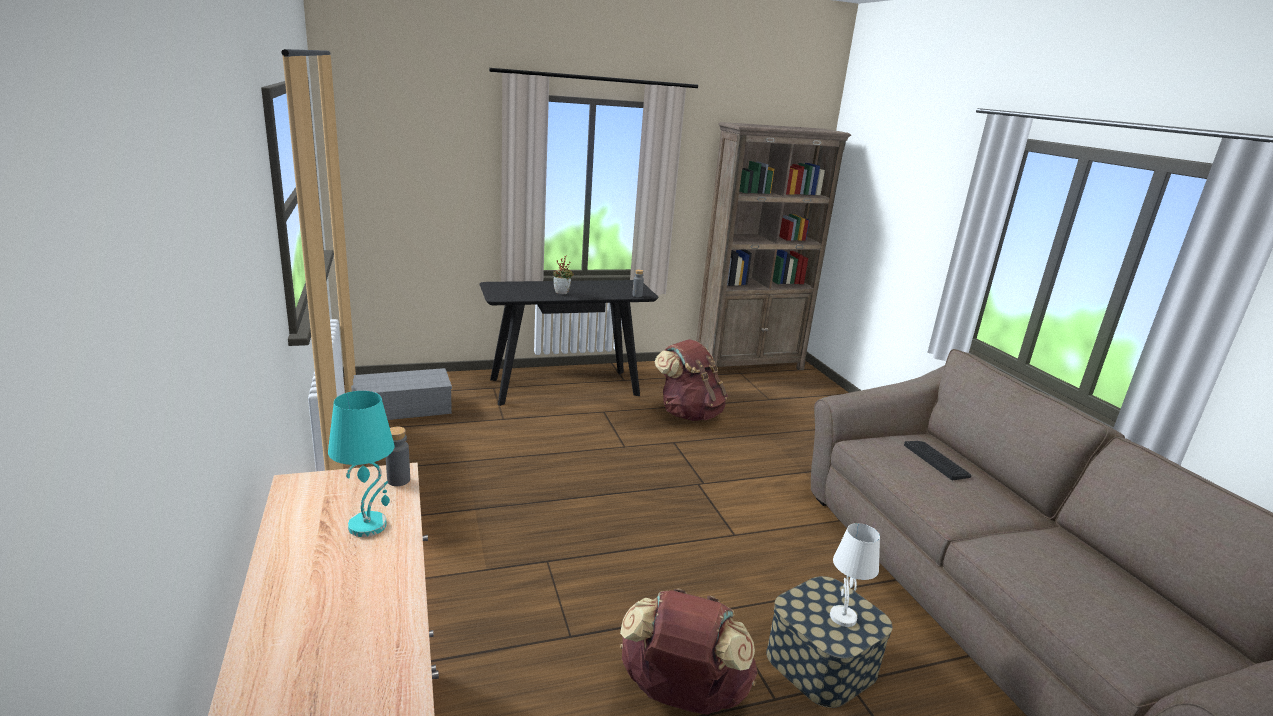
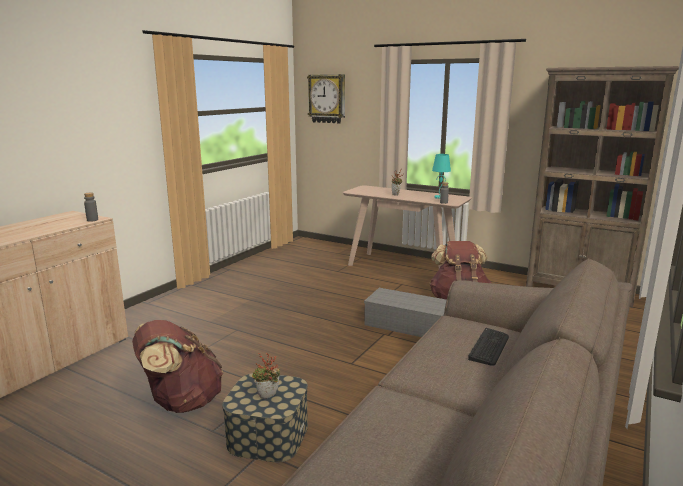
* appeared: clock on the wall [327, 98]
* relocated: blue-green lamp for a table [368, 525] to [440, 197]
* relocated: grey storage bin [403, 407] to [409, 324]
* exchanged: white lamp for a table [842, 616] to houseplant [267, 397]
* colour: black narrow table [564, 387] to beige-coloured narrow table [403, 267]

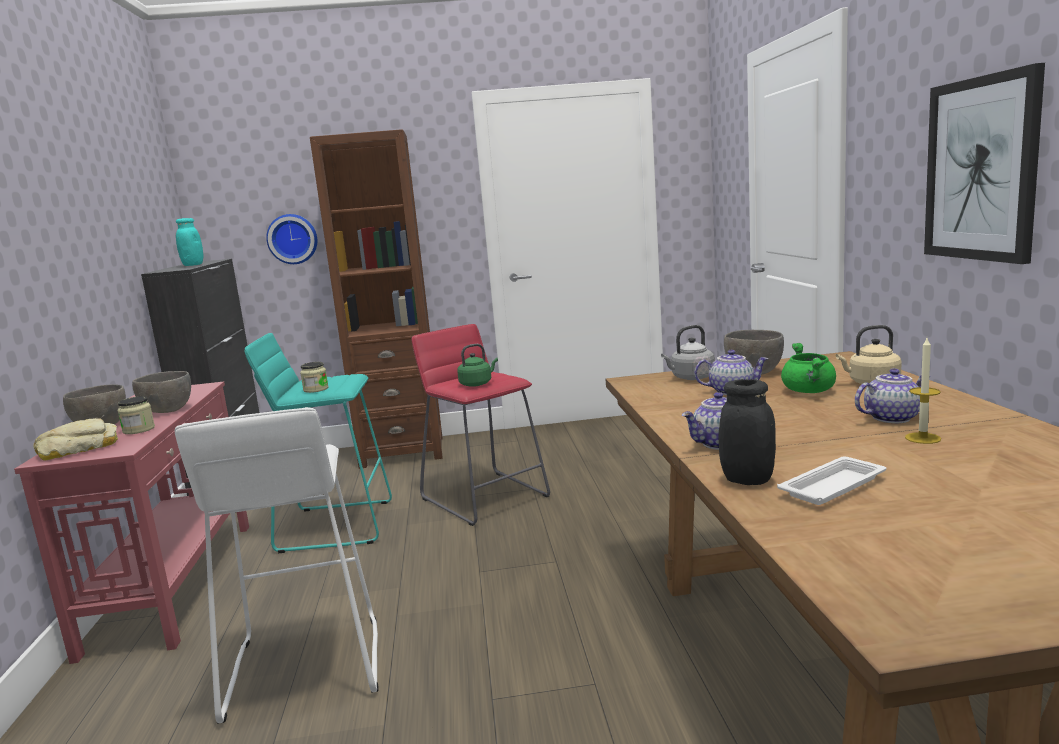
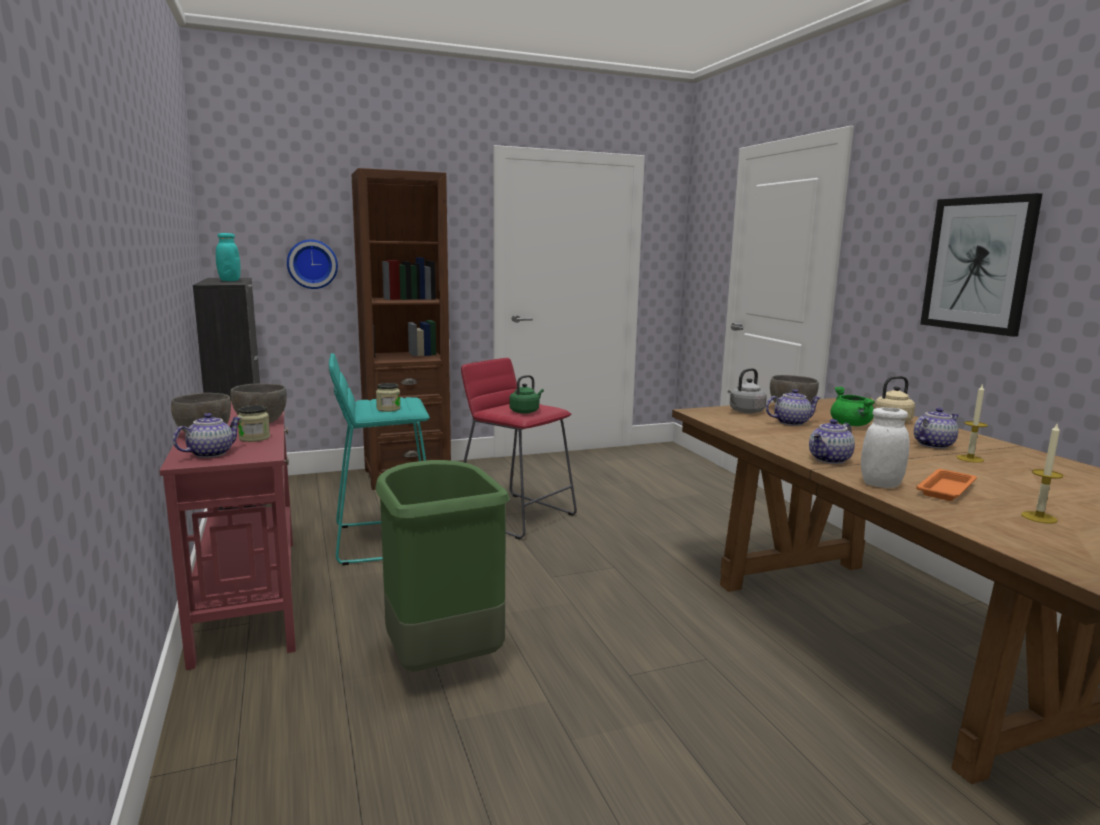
* appeared: candle [1039, 517]
* exchanged: bakery bread [79, 449] to teapot [210, 453]
* exchanged: white stool seat [304, 667] to green-coloured trash can [440, 660]
* colour: black preserve jar [747, 480] to white preserve jar [880, 484]
* colour: white tray [834, 486] to orange tray [946, 489]

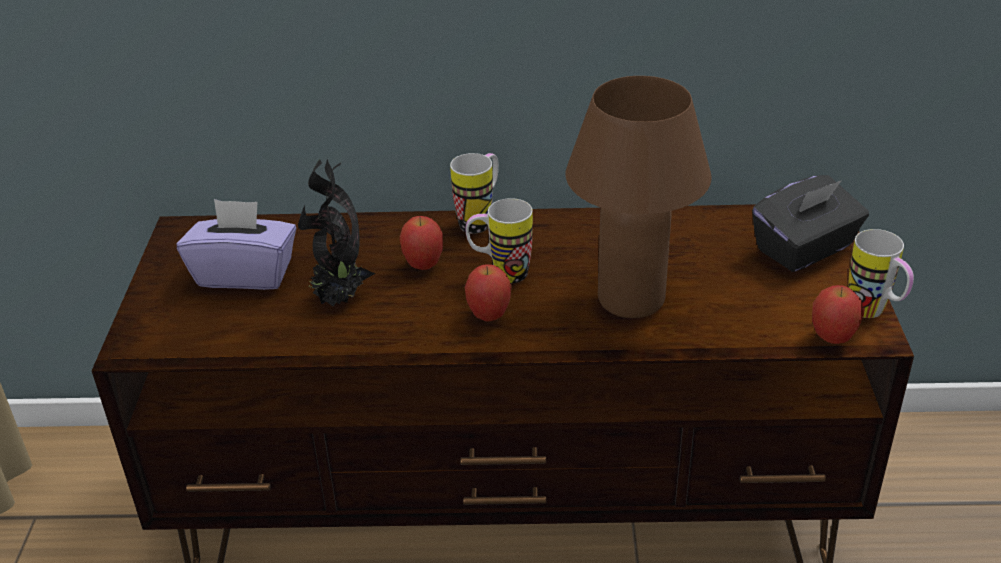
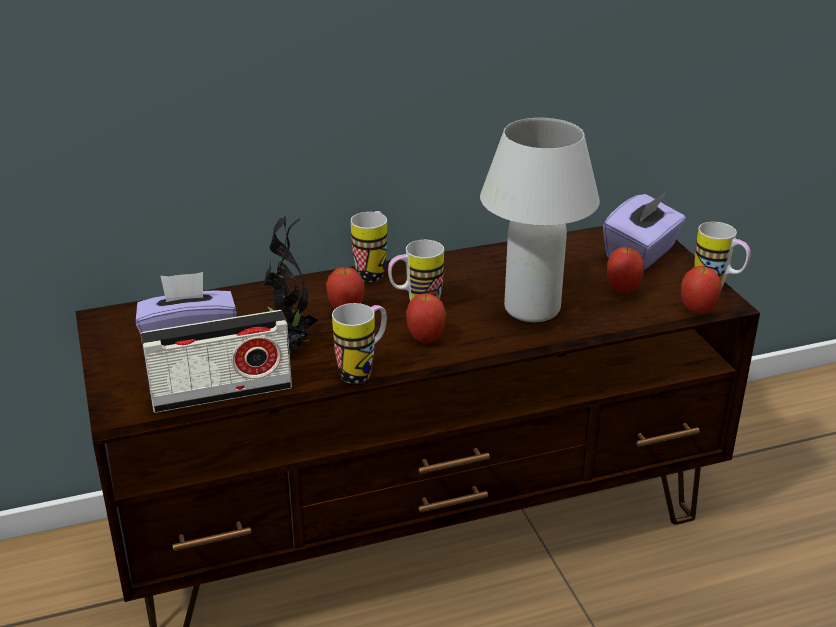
* appeared: radio receiver [222, 393]
* appeared: tea mug [363, 371]
* appeared: apple fruit [622, 290]
* colour: brown-coloured lamp for a table [631, 300] to white lamp for a table [532, 309]
* colour: black tissue box [805, 249] to purple tissue box [641, 254]

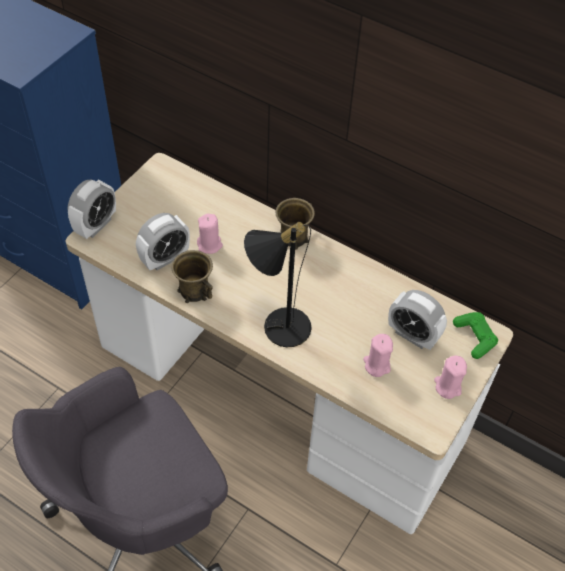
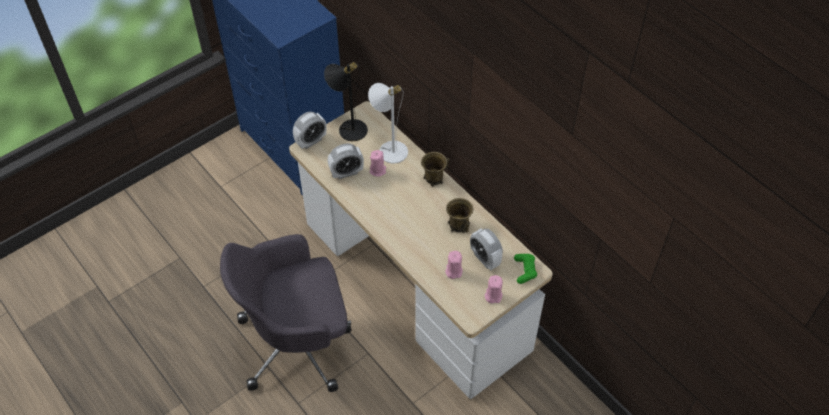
* appeared: white lamp for a table [389, 148]
* relocated: brown-coloured tea mug [194, 290] to [459, 224]
* relocated: black lamp for a table [278, 324] to [348, 127]

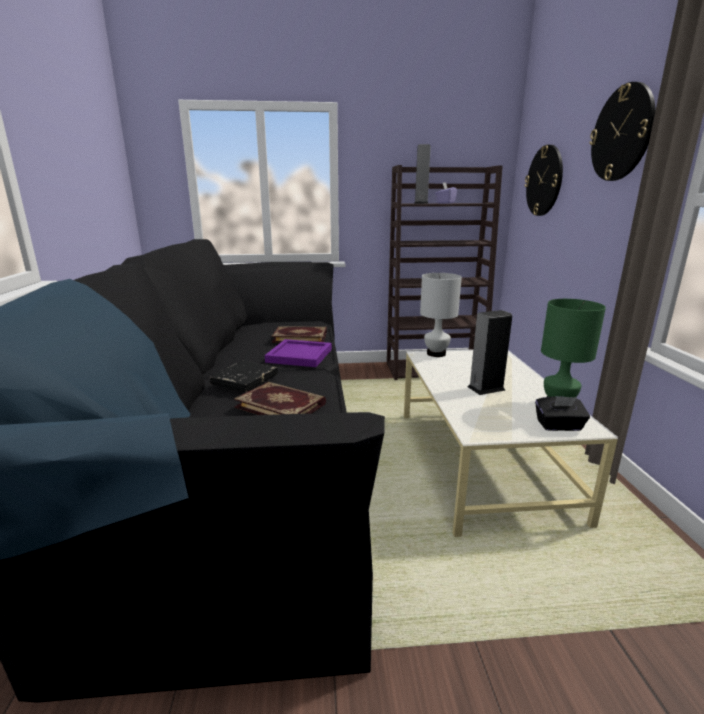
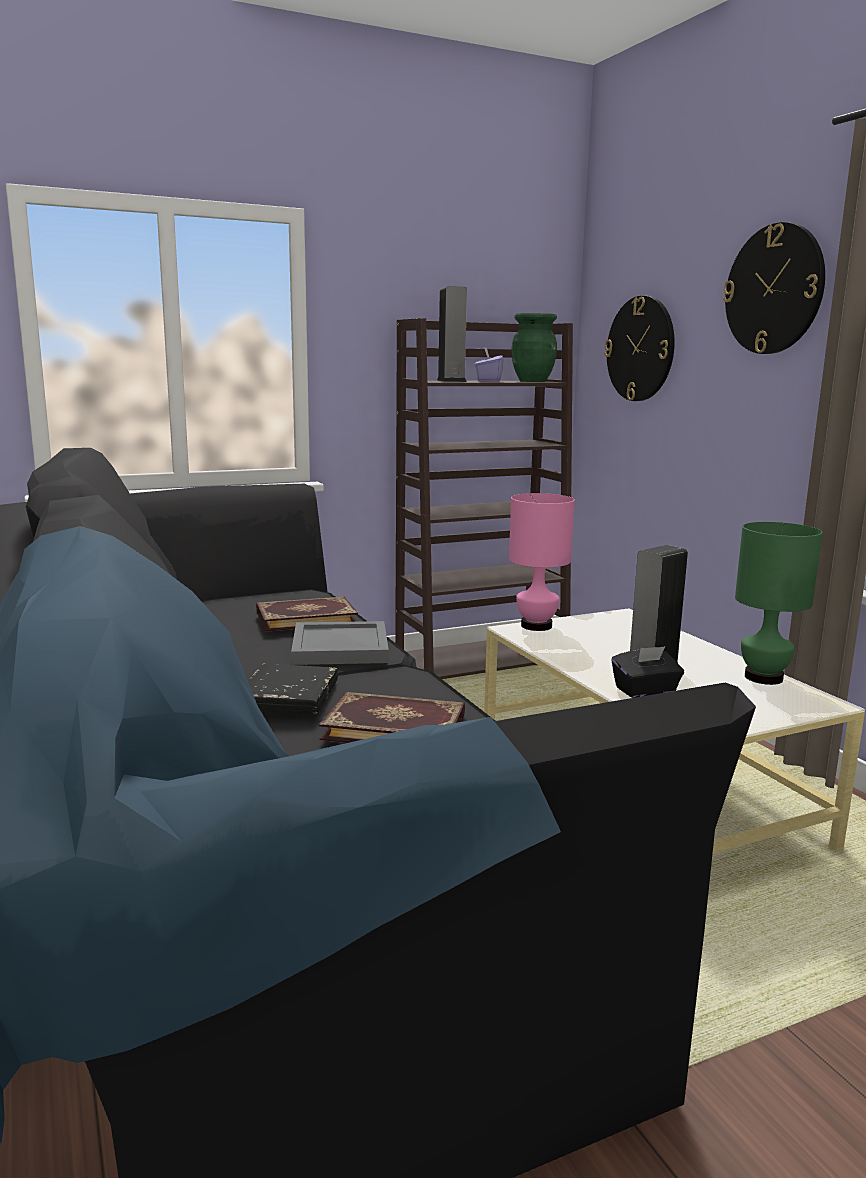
* appeared: green-coloured flower vase [533, 381]
* relocated: black tissue box [559, 426] to [645, 691]
* colour: purple tray [300, 356] to grey tray [341, 648]
* colour: white lamp for a table [436, 354] to pink lamp for a table [536, 626]

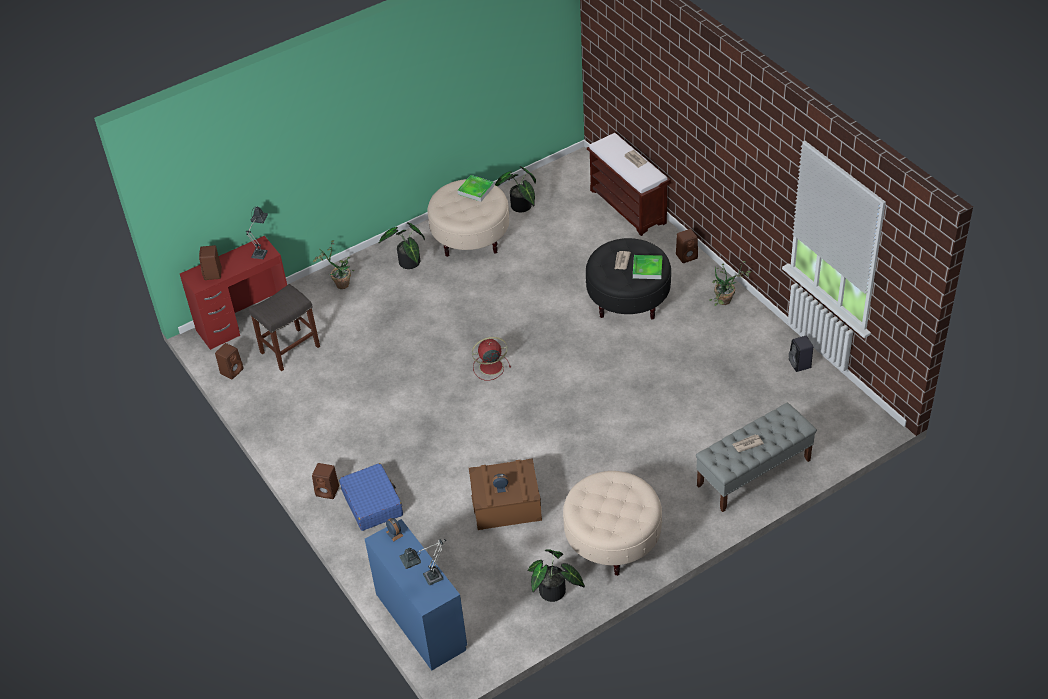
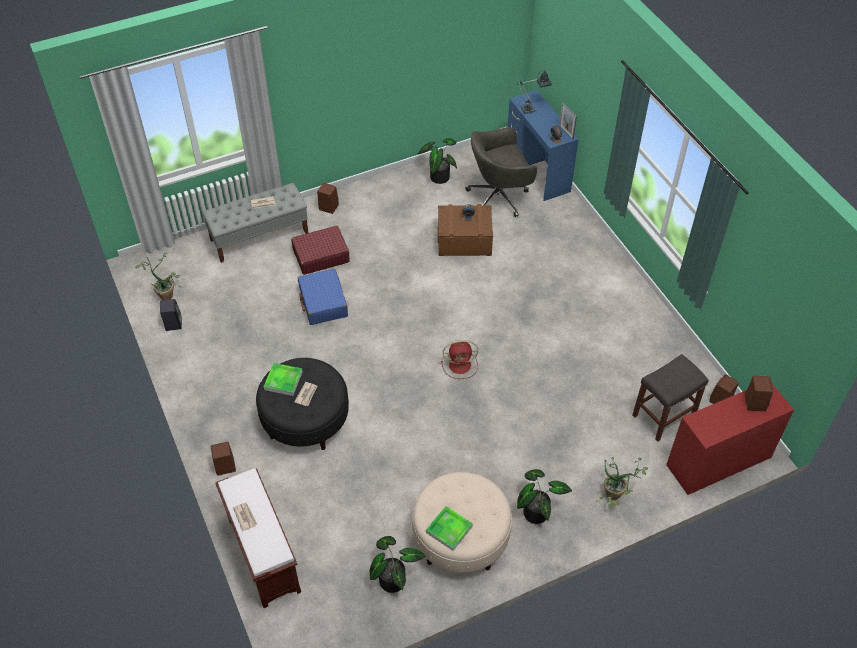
* missing: lamp for a table [261, 252]
* missing: beige-coloured ottoman [612, 540]
* appeared: reddish piece of luggage [320, 256]
* appeared: grey office chair [499, 197]
* appeared: standing frame [566, 132]
* relocated: brown-coloured loudspeaker [328, 491] to [328, 207]
* relocated: blue piece of luggage [372, 503] to [323, 303]
* relocated: houseplant [725, 303] to [166, 293]

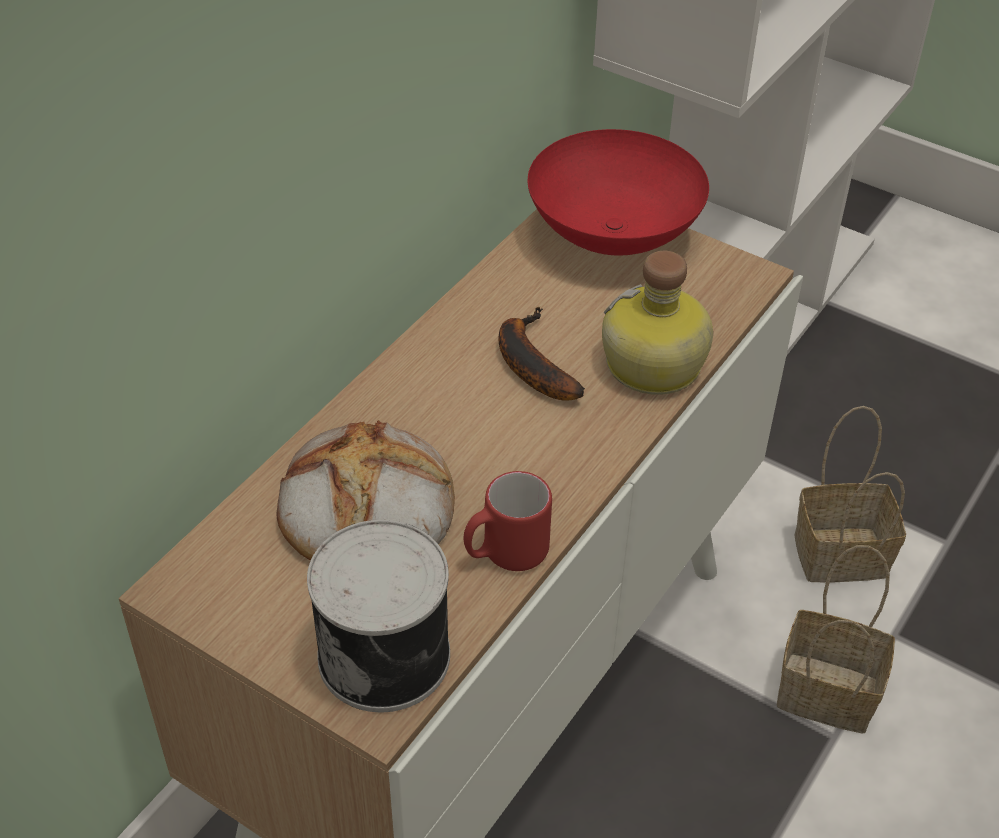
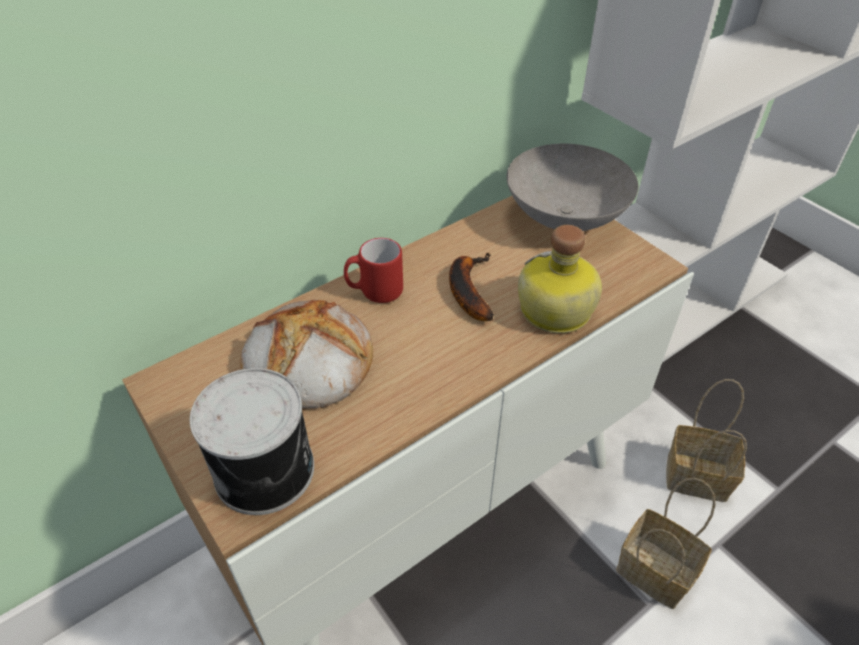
* relocated: reddish tea mug [505, 554] to [374, 292]
* colour: reddish deep dish [616, 236] to grey deep dish [567, 219]

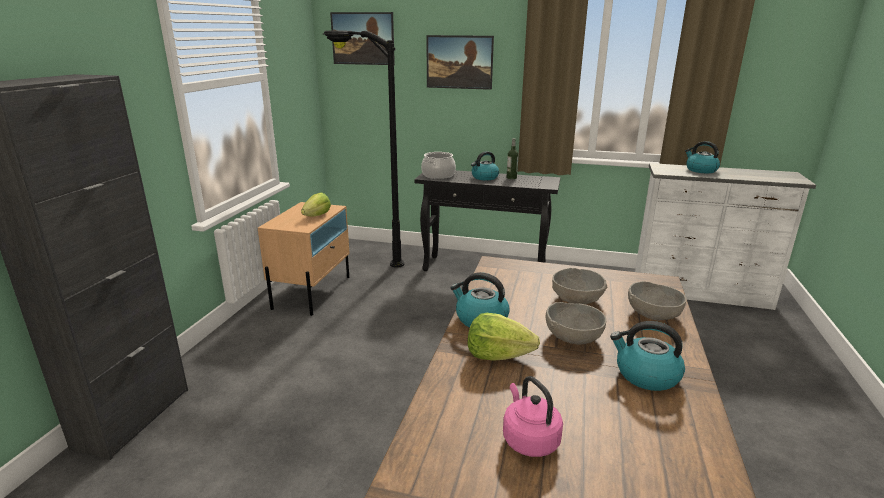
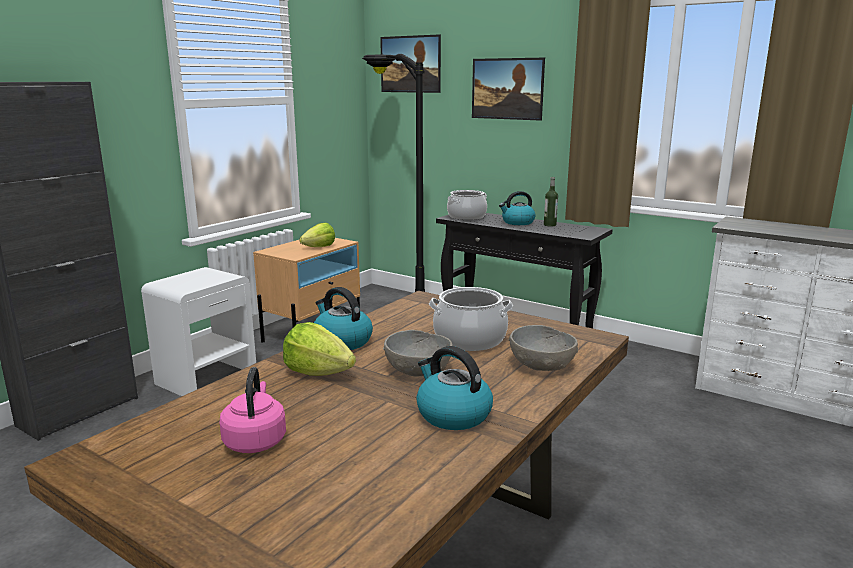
* missing: tea kettle [700, 170]
* appeared: white bedside table [207, 377]
* exchanged: grey deep dish [576, 299] to saucepot [469, 340]

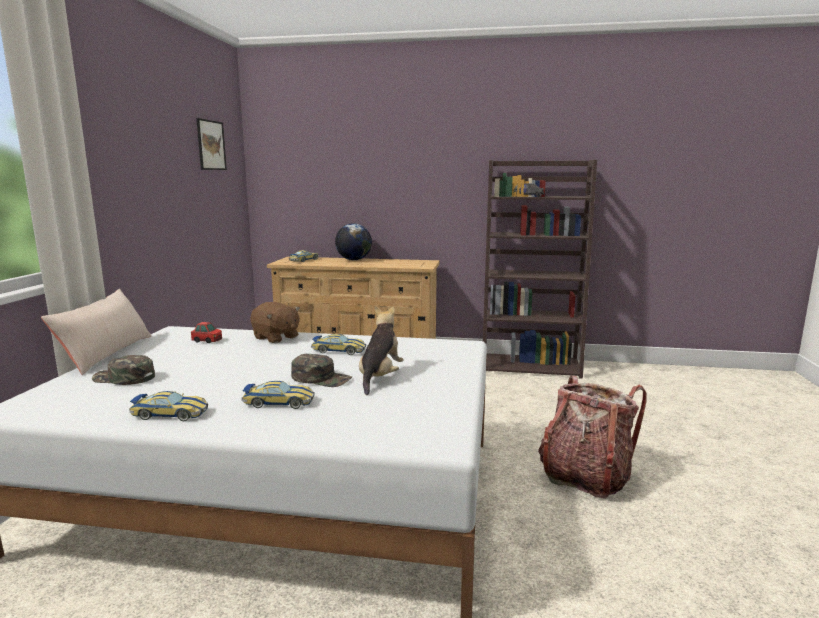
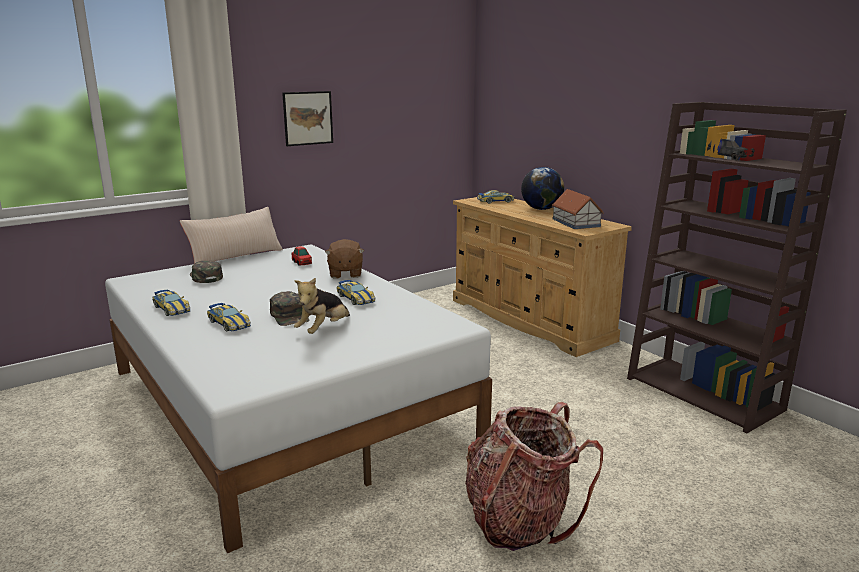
* appeared: model house [576, 223]
* relocated: wall art [211, 145] to [308, 118]
* spun: plush toy [380, 377] = [323, 330] 150 degrees clockwise

